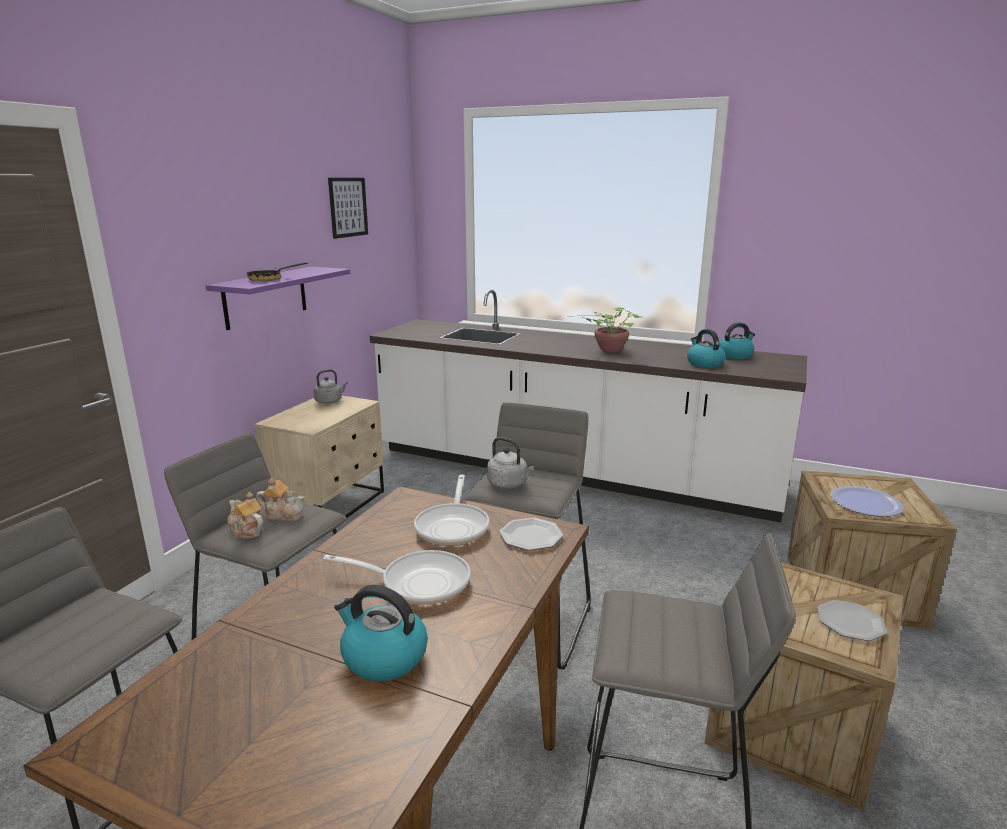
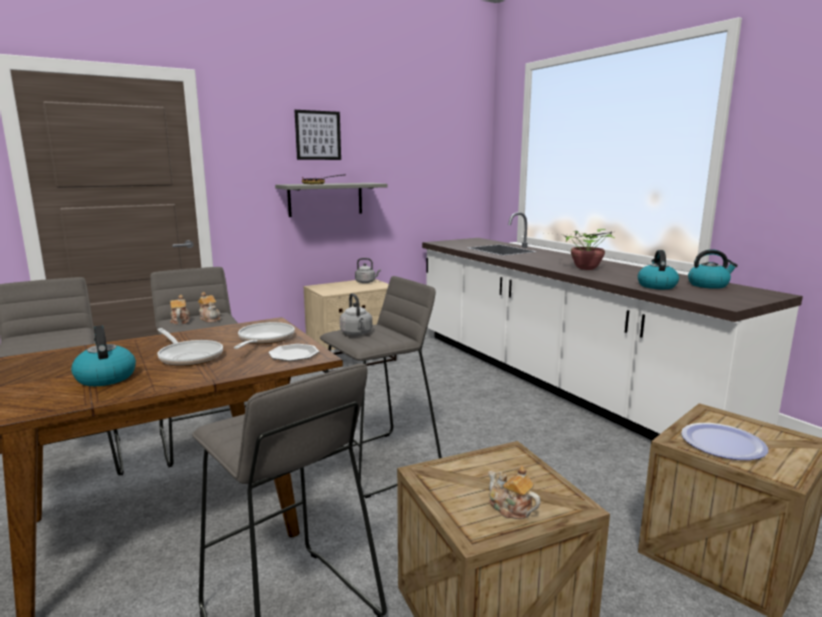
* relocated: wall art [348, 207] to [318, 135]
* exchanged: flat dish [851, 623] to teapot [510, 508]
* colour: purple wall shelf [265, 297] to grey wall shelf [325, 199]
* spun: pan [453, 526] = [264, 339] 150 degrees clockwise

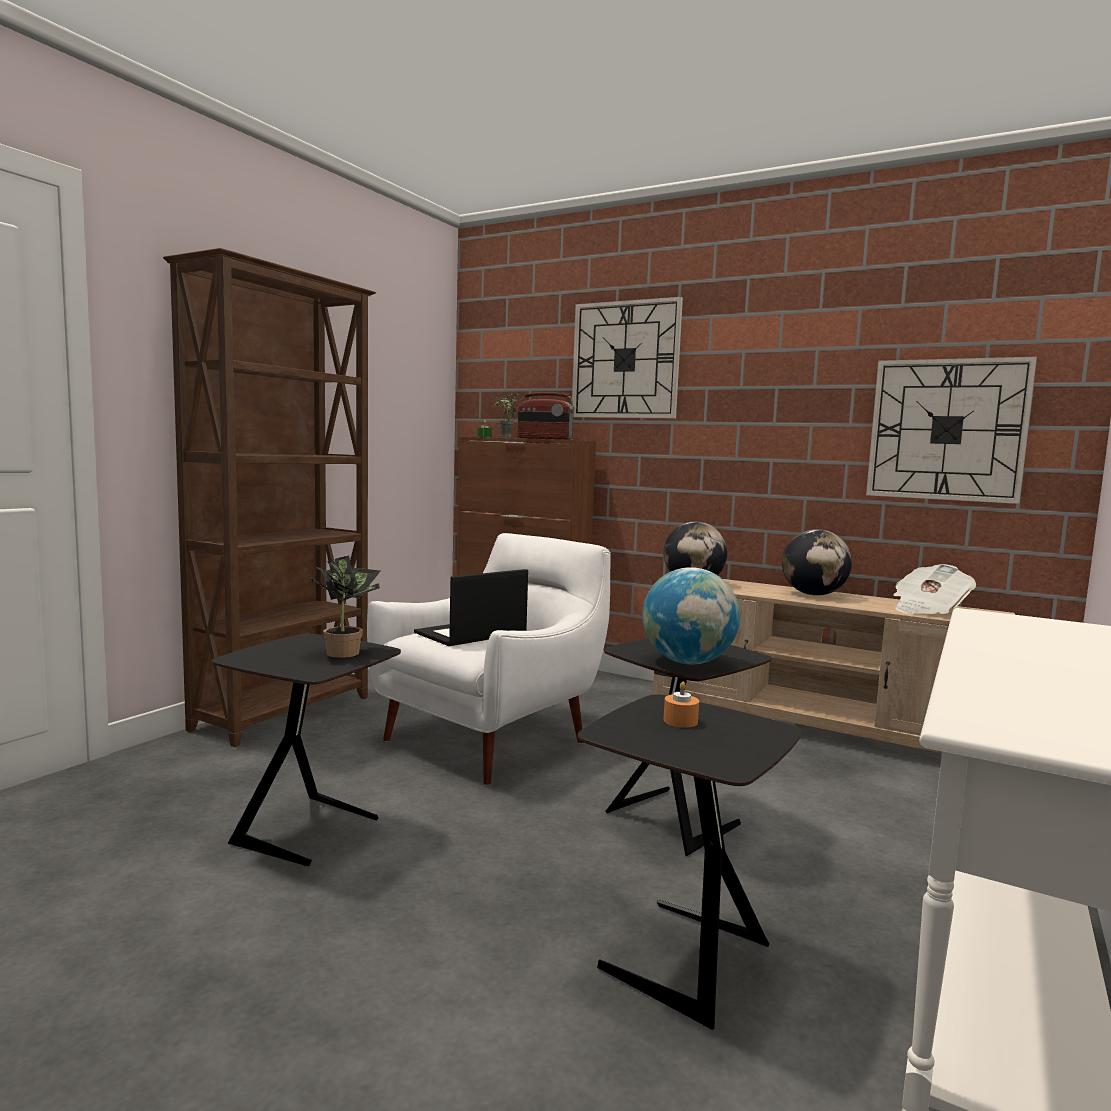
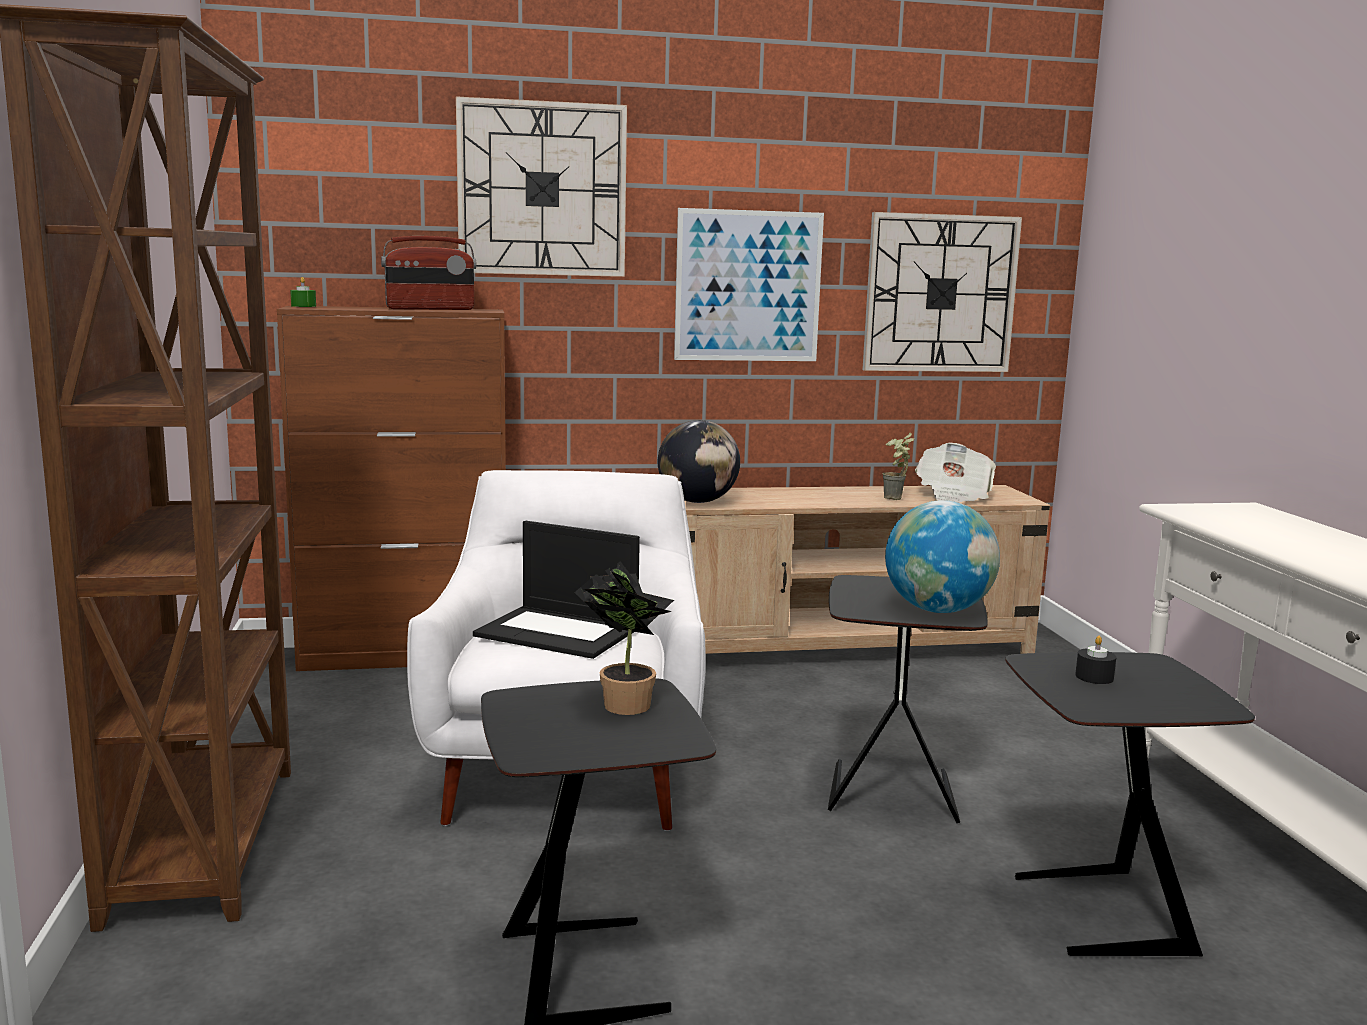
* missing: desk globe [813, 594]
* appeared: wall art [748, 286]
* relocated: houseplant [504, 437] to [896, 499]
* colour: orange candle [680, 721] to black candle [1094, 677]
* spun: portable computer [470, 634] = [559, 632] 75 degrees counterclockwise

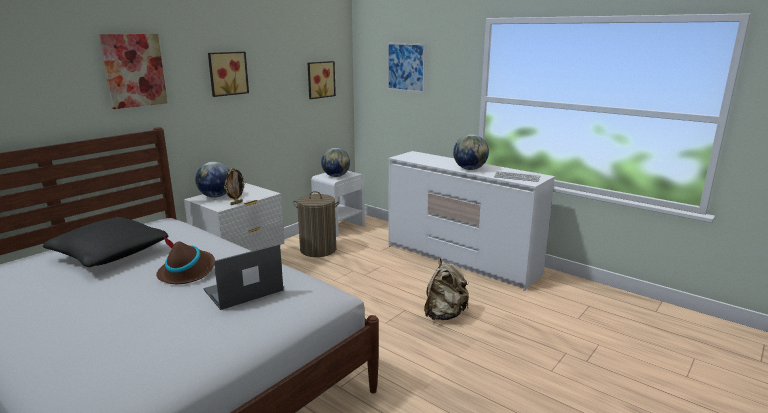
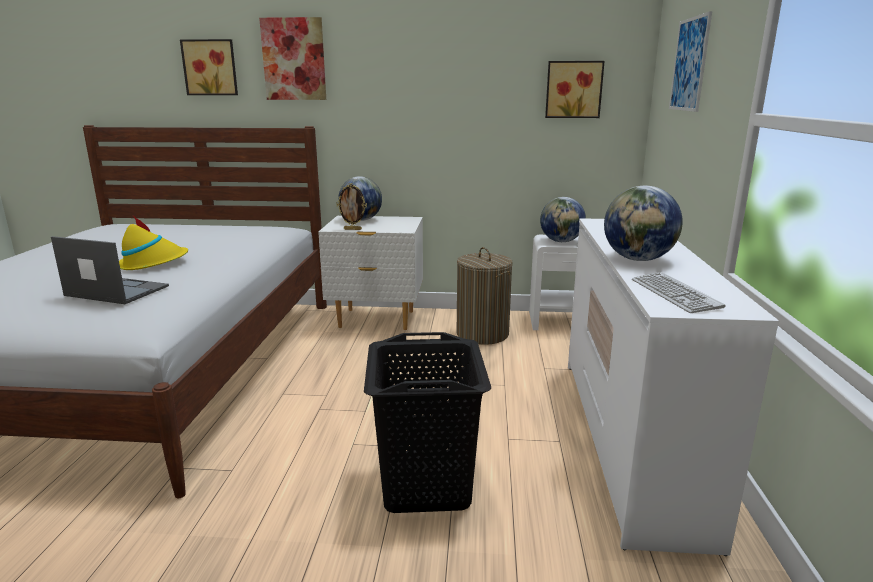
* missing: black cushion [109, 255]
* relocated: wall art [227, 73] to [211, 67]
* exchanged: beige-coloured knapsack [444, 314] to black hamper [427, 485]
* colour: brown-coloured wearable hat [187, 272] to yellow-coloured wearable hat [153, 263]

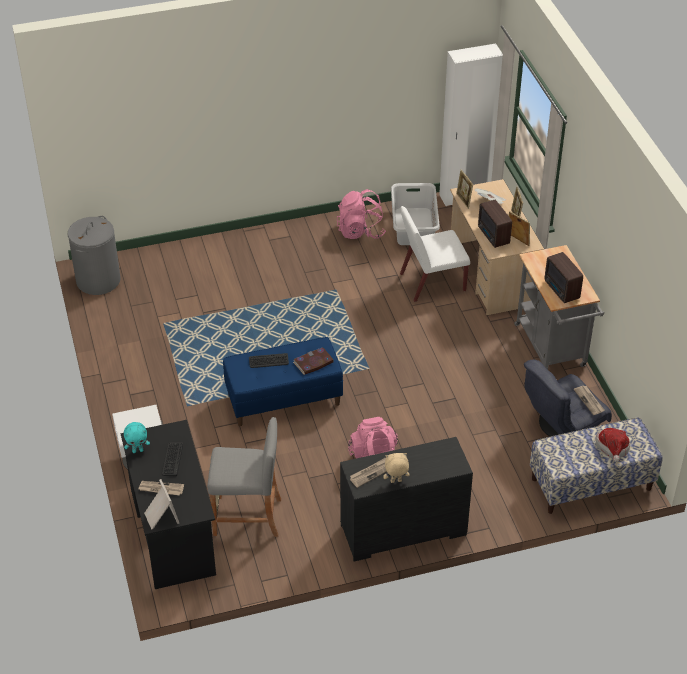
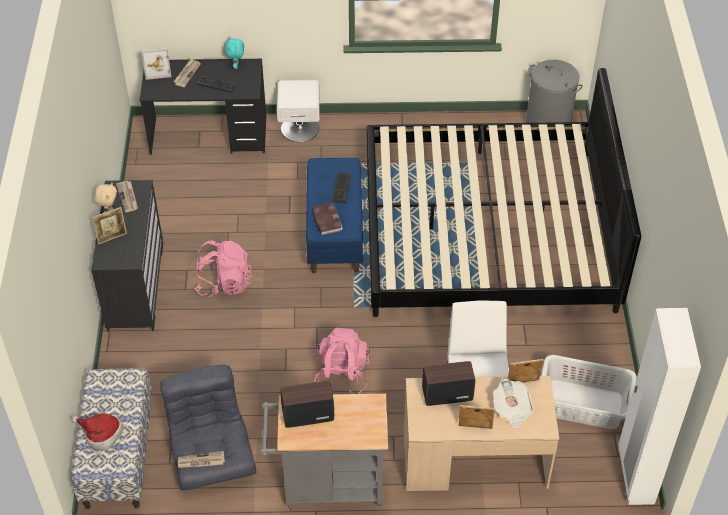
* missing: grey stool seat [247, 517]
* appeared: bed [487, 230]
* relocated: pink knapsack [360, 231] to [342, 375]
* relocated: standing frame [518, 240] to [112, 237]

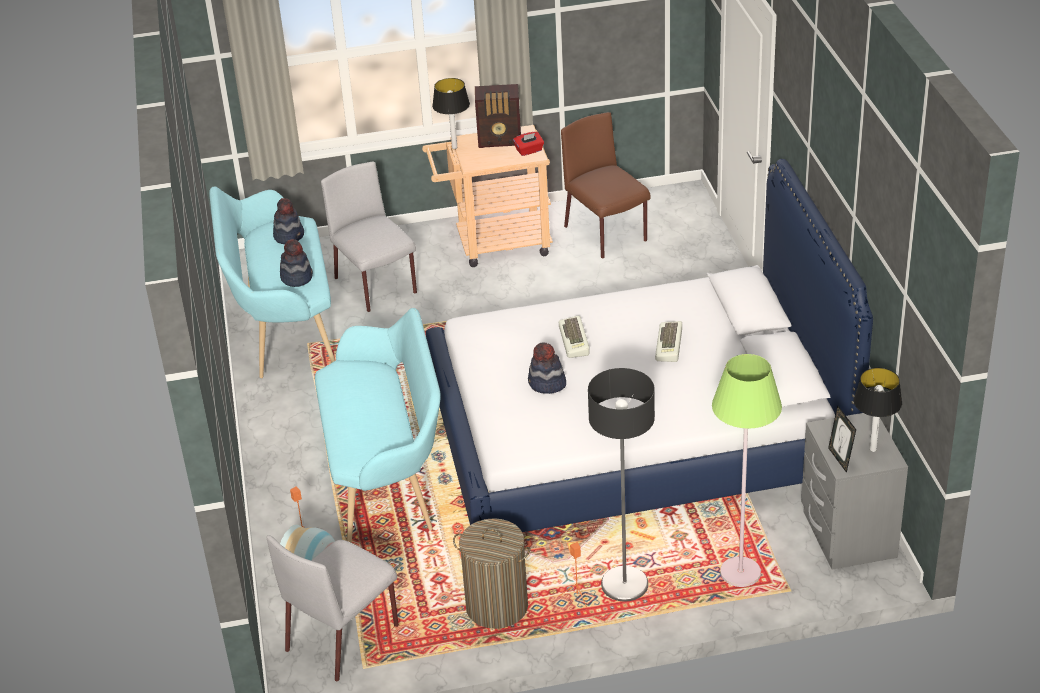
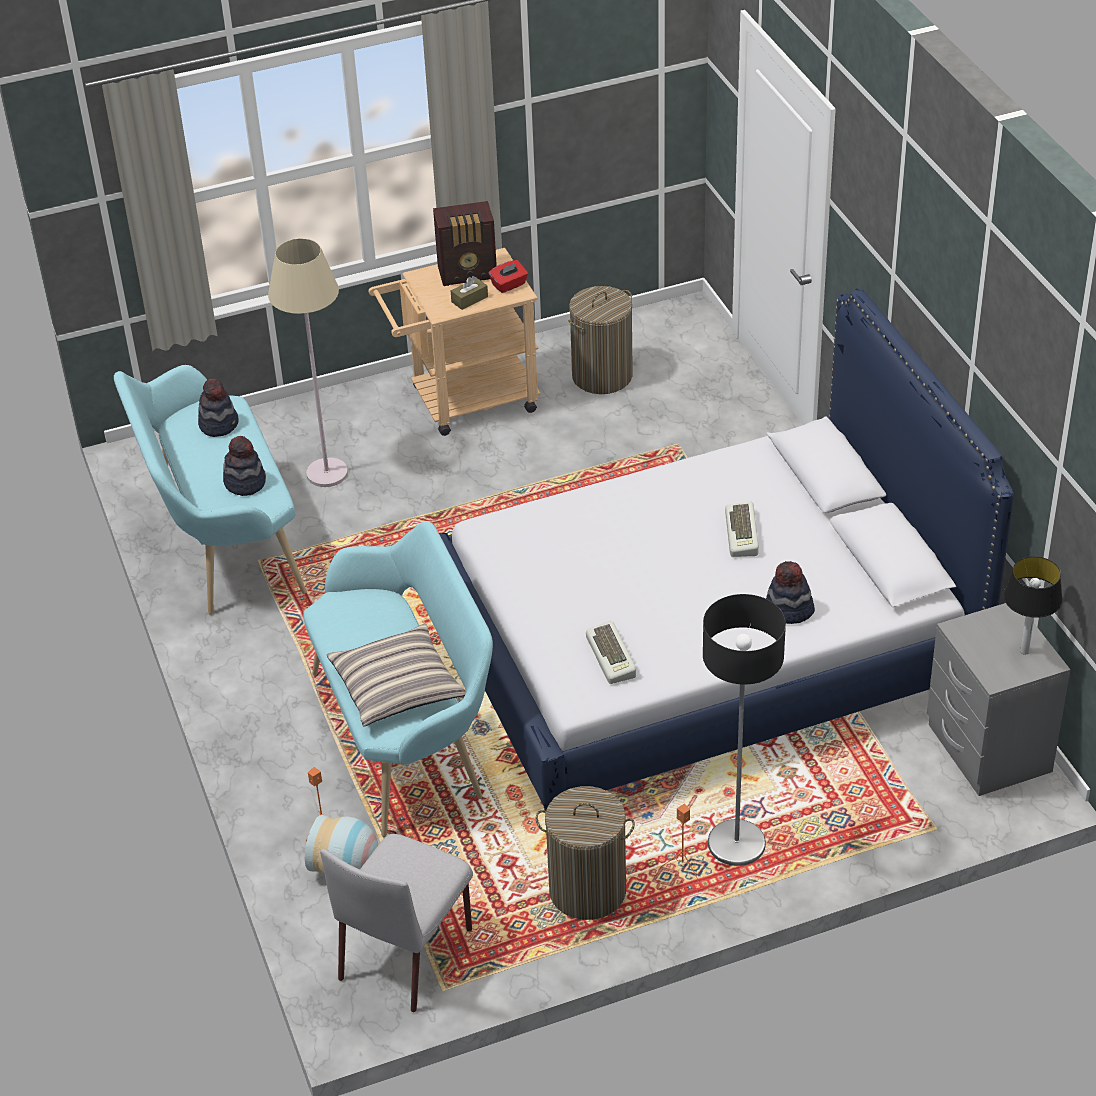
* missing: lamp for a table [454, 148]
* missing: green-coloured floor lamp [740, 573]
* missing: standing frame [840, 459]
* appeared: cushion [397, 686]
* appeared: brown-coloured tissue box [469, 299]
* relocated: wearable hat [547, 384] to [789, 610]
* relocated: computer keyboard [575, 341] to [613, 657]
* exchanged: grey chair [376, 286] to beige-coloured floor lamp [327, 473]
* exchanged: brown-coloured chair [606, 234] to hamper [602, 376]

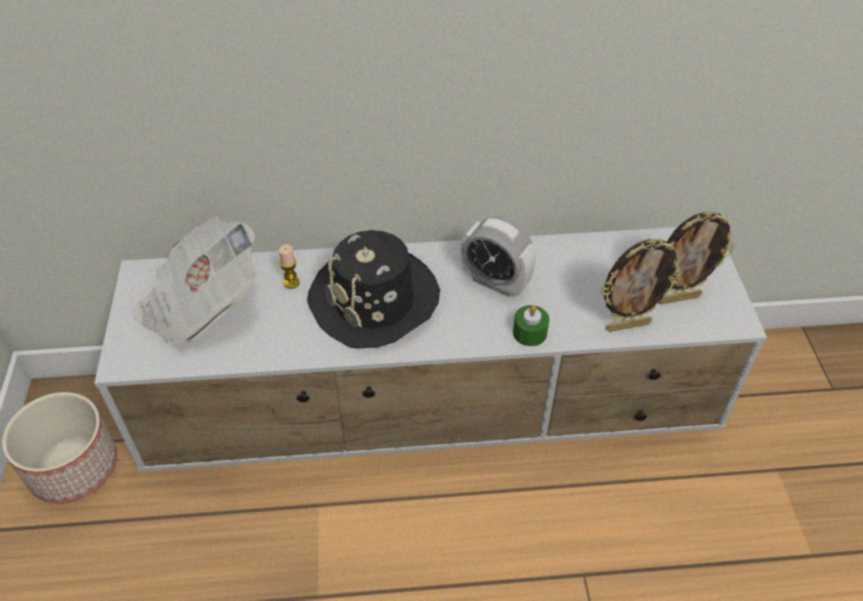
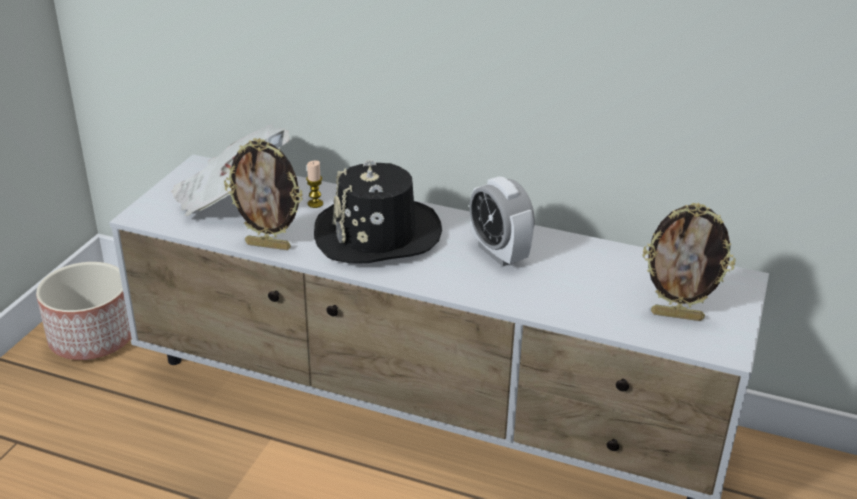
* missing: green-coloured candle [529, 332]
* relocated: standing frame [628, 325] to [269, 245]

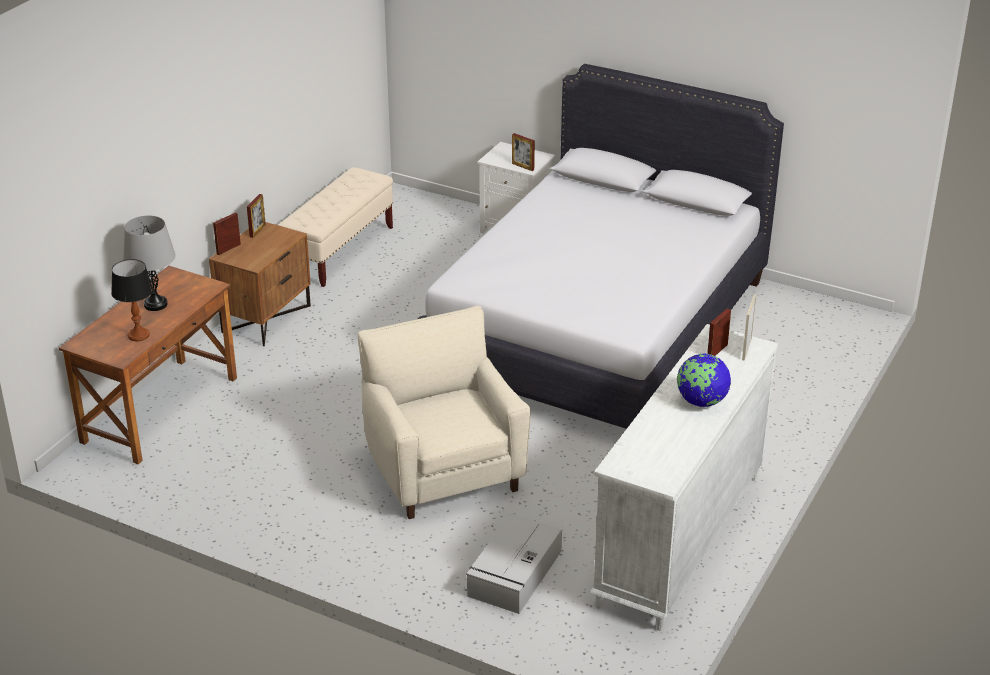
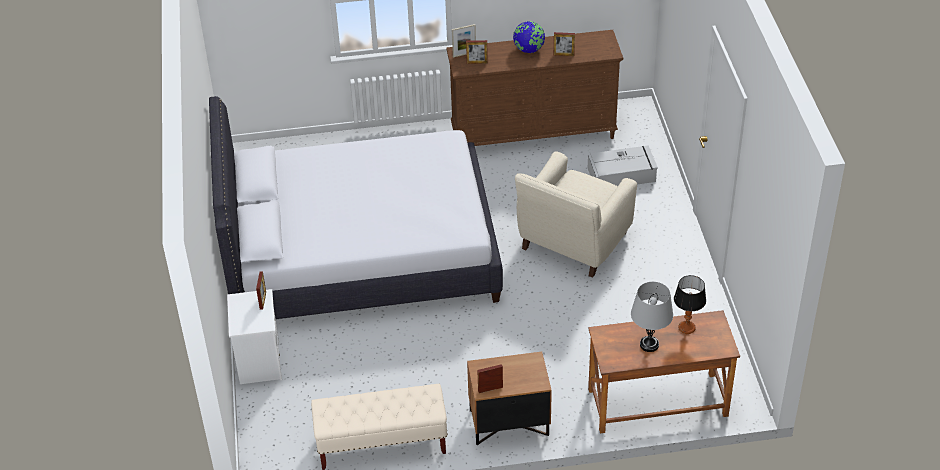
* relocated: standing frame [228, 249] to [563, 54]
* colour: white chest of drawers [679, 540] to brown-coloured chest of drawers [534, 134]

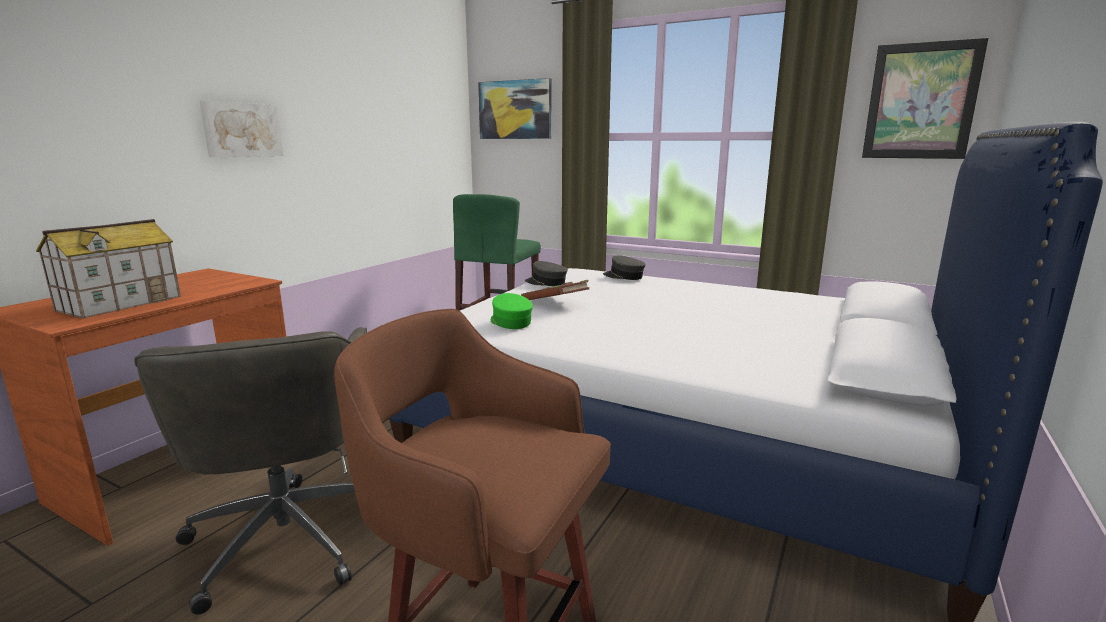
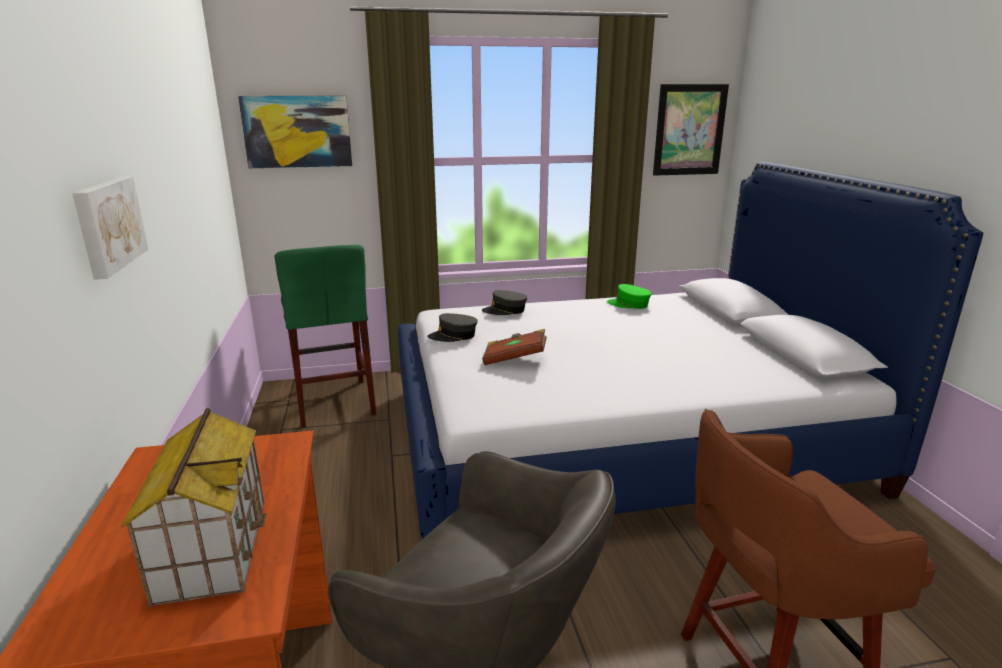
* relocated: green-coloured baseball cap [510, 322] to [629, 304]

